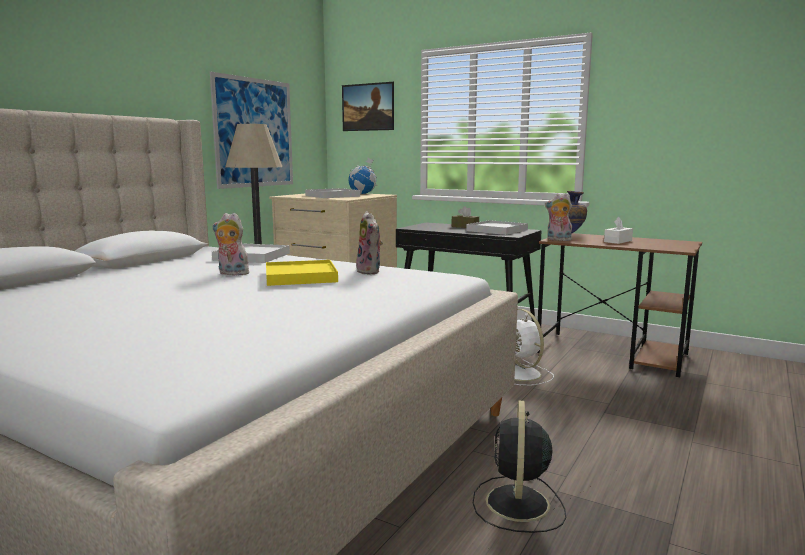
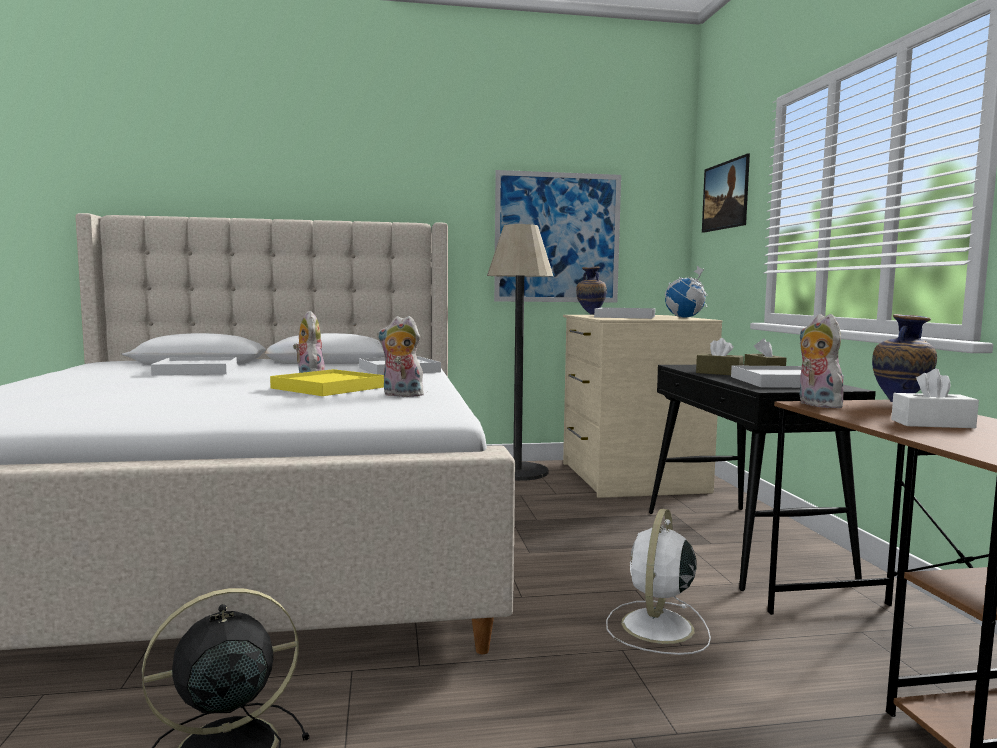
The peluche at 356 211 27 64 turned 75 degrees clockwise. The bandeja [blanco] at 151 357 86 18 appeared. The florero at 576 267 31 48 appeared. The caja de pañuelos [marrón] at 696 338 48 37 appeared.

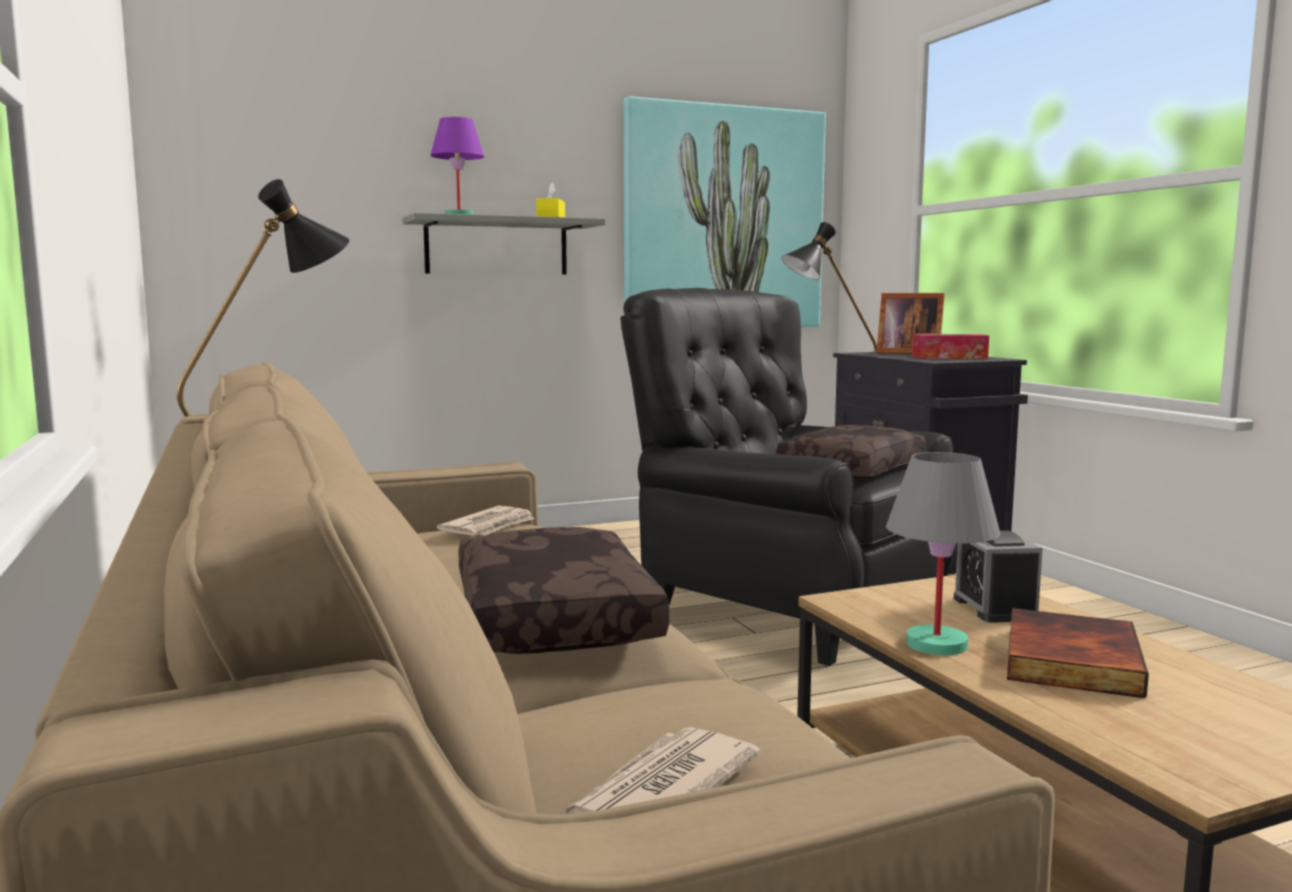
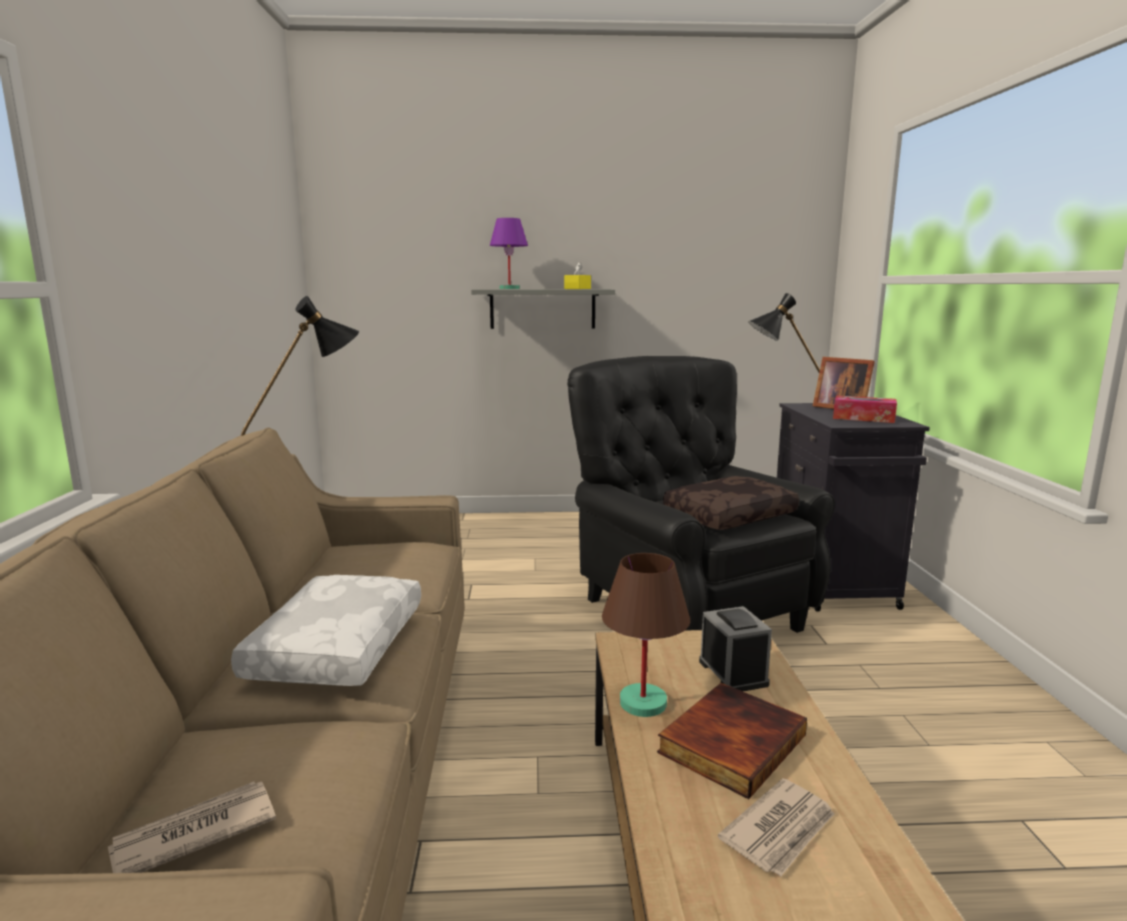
The periódico moved from 437 506 97 29 to 718 778 116 99. The cojín [marrón] at 458 527 212 127 became the cojín [blanco] at 231 575 190 111. The cuadro at 624 96 202 231 disappeared. The lámpara de mesa [gris] at 886 452 115 203 became the lámpara de mesa [marrón] at 602 553 88 164. The despertador at 953 531 90 92 turned 150 degrees clockwise.

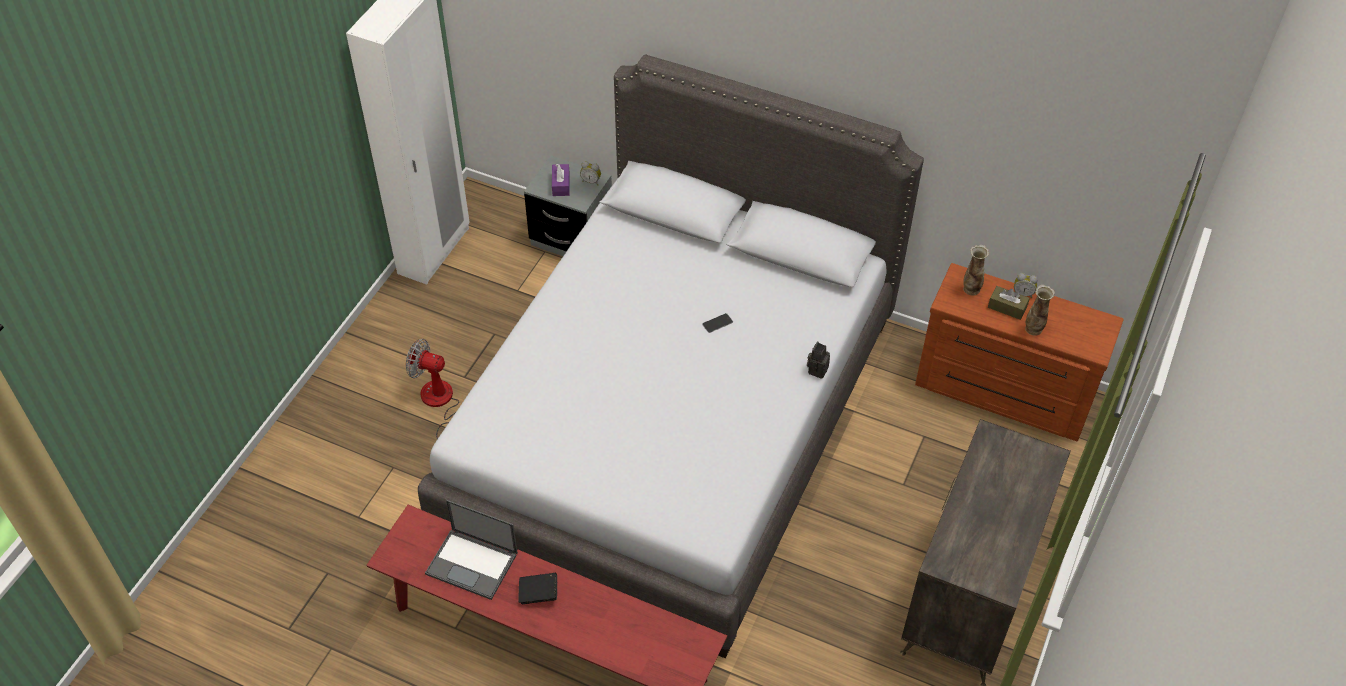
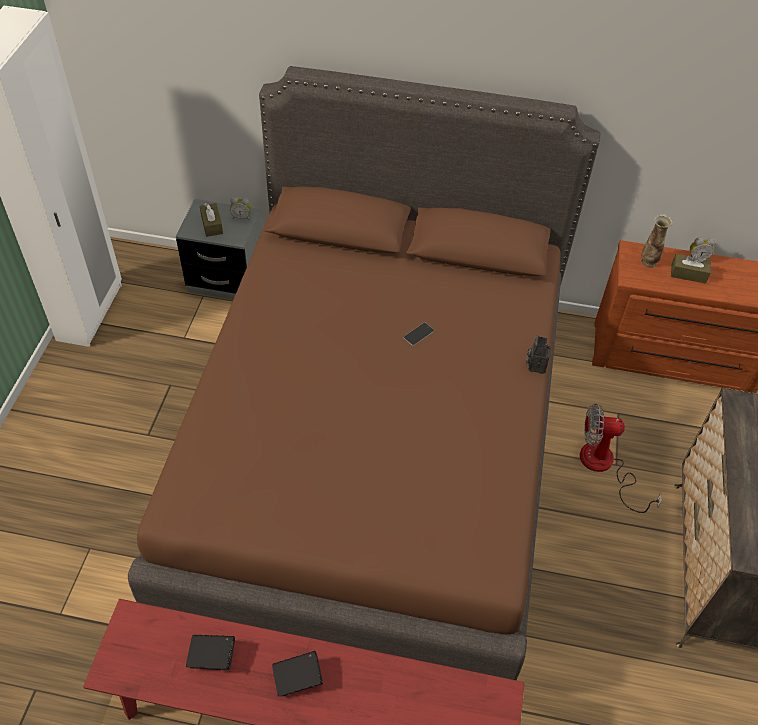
The ventilador moved from 406 339 53 100 to 580 403 82 110. The cama [gris] at 418 54 506 604 became the cama [marrón] at 128 66 472 614. The portátil at 425 500 93 100 was replaced by the libro [negro] at 186 635 49 35. The caja de pañuelos [morado] at 552 164 18 32 became the caja de pañuelos [marrón] at 200 203 23 34. The florero at 1025 285 30 51 disappeared.

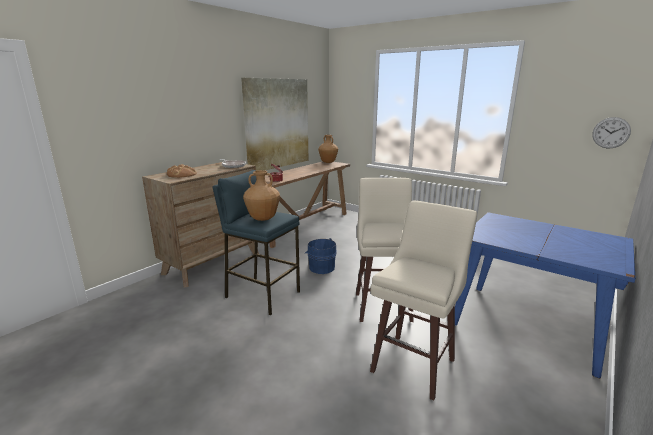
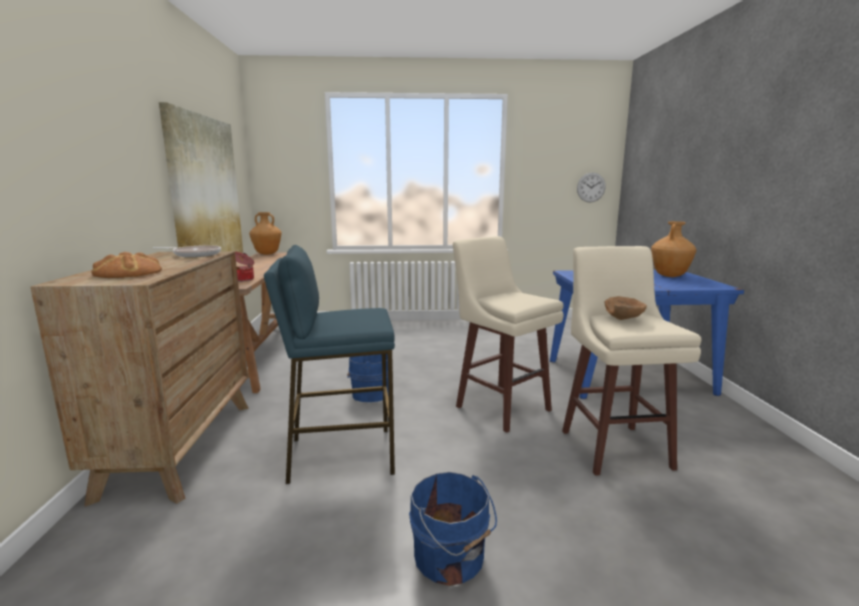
The florero [marrón] moved from 243 170 37 51 to 651 221 45 56. The cubo [azul] at 409 472 88 114 appeared. The cuenco [marrón] at 604 296 43 24 appeared.

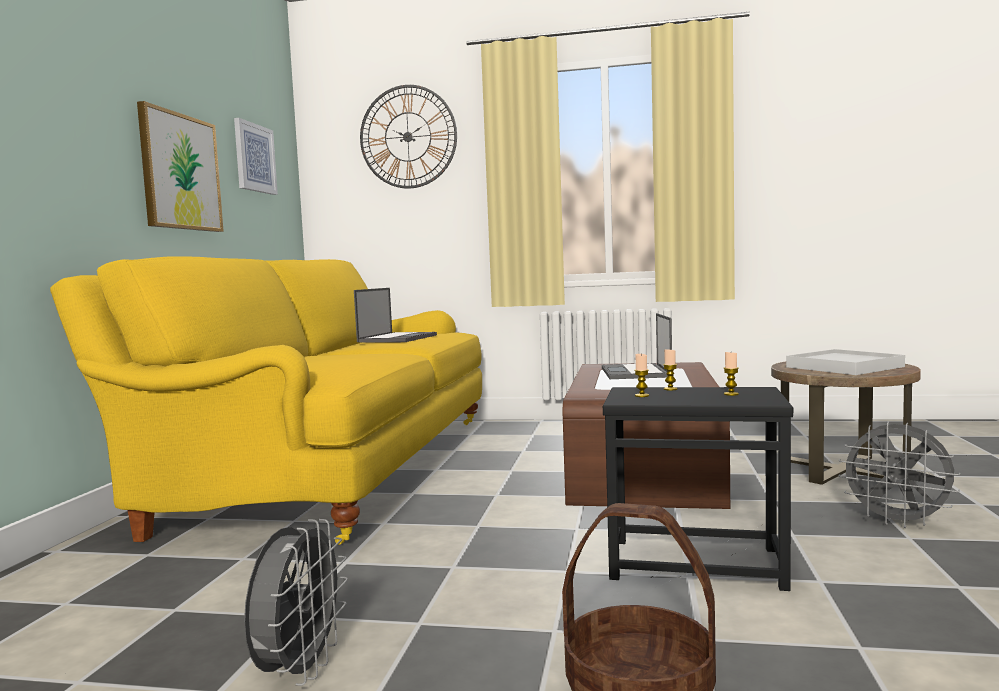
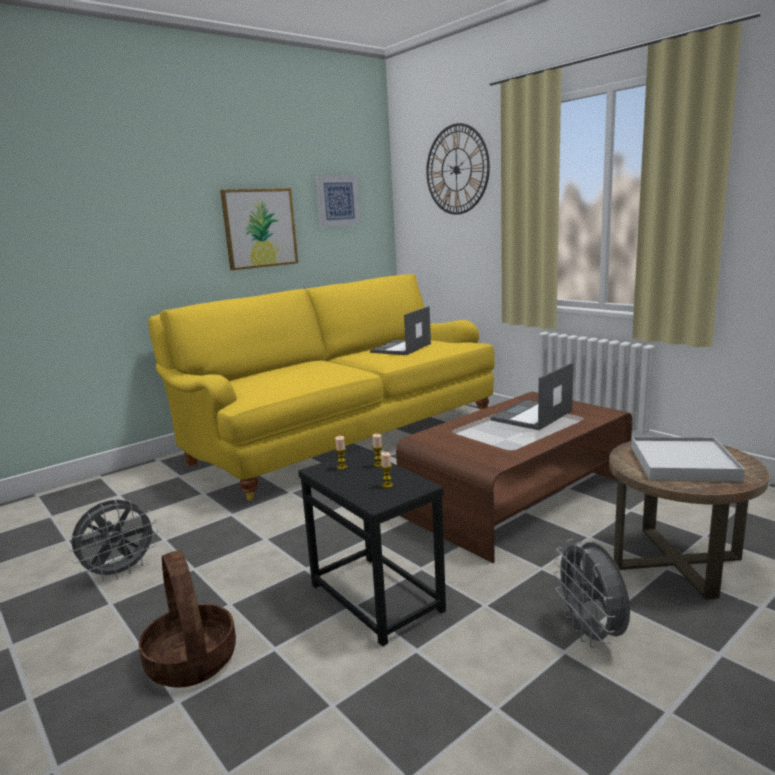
The portátil at 354 288 83 55 turned 150 degrees clockwise.

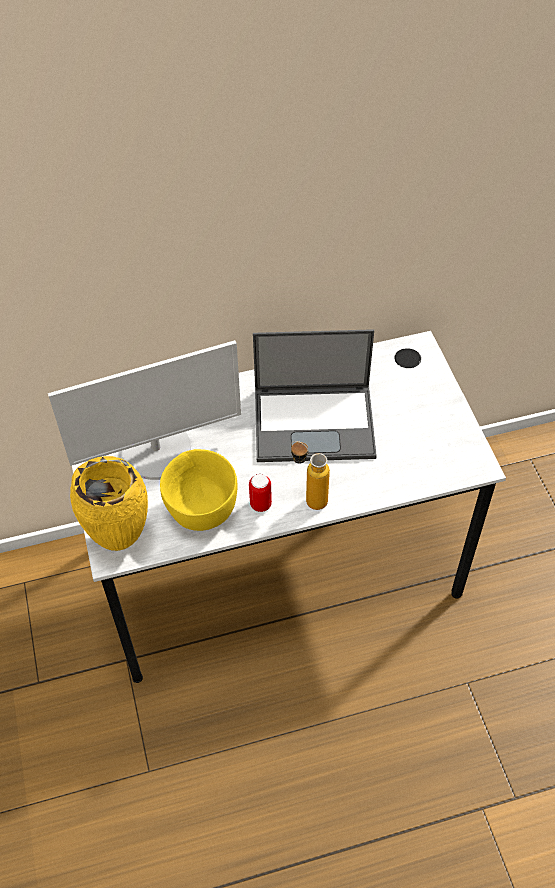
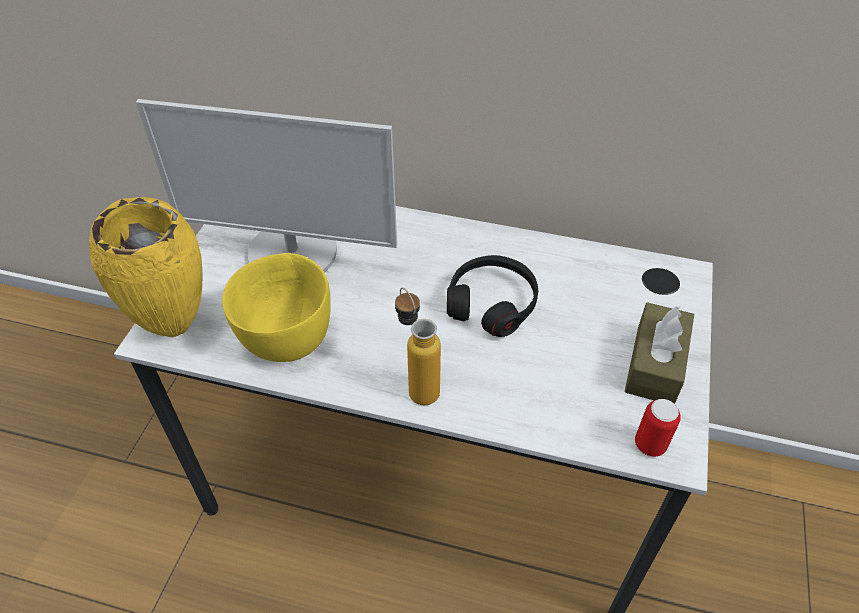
The lata moved from 249 474 23 38 to 635 399 46 58. The portátil at 253 329 124 133 was replaced by the auriculares [negro] at 447 255 91 82. The caja de pañuelos [marrón] at 625 302 69 102 appeared.

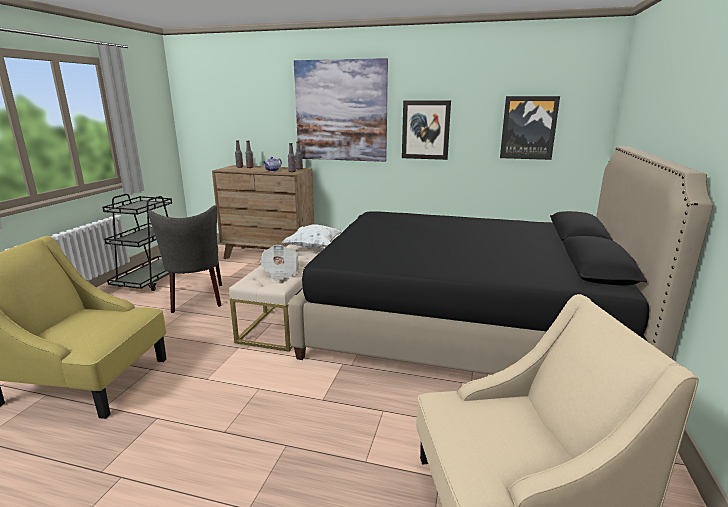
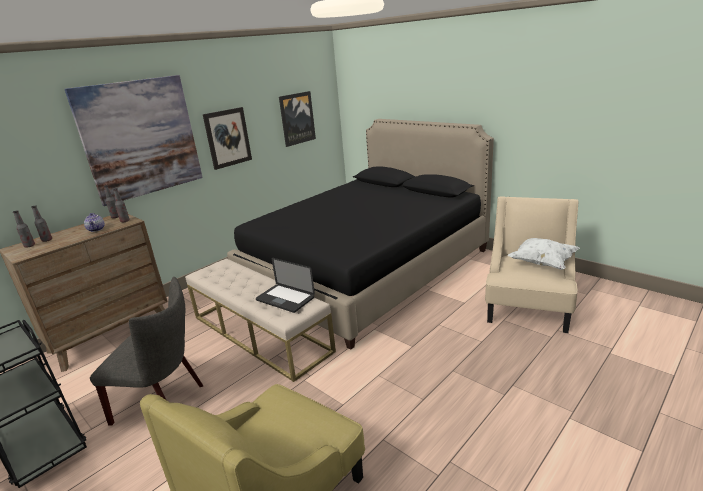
The periódico at 260 245 39 36 was replaced by the portátil at 256 258 59 55. The cojín [blanco] moved from 282 224 61 24 to 507 238 73 32.

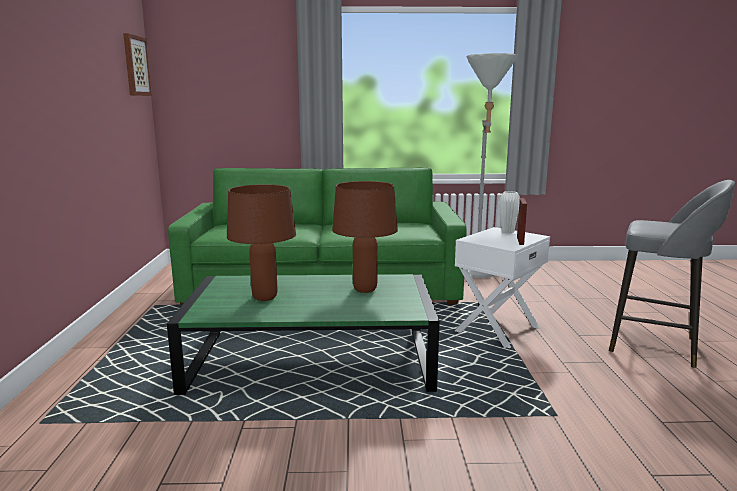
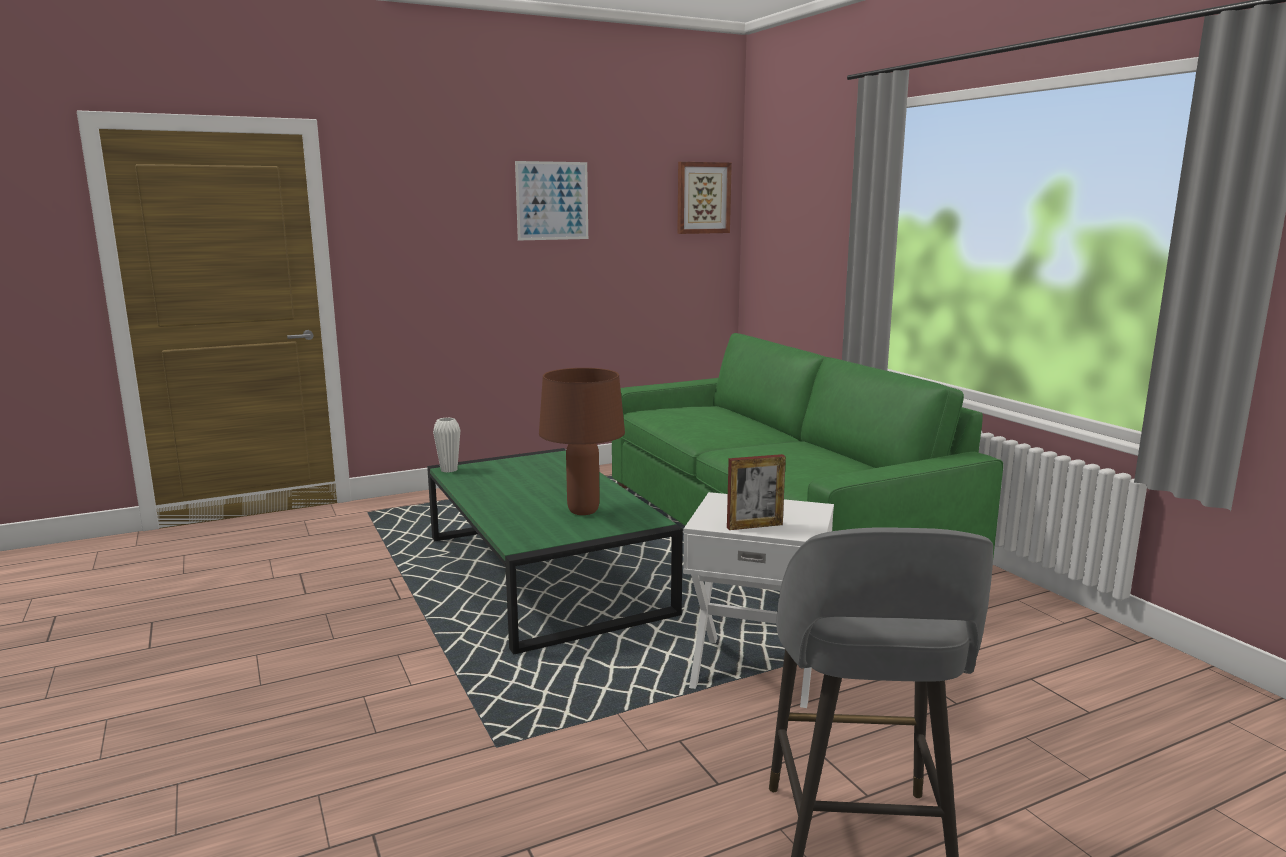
The lámpara de mesa [marrón] at 227 184 69 117 disappeared. The lámpara de pie [gris] at 466 53 52 225 disappeared. The florero [blanco] moved from 500 191 20 42 to 433 418 27 55. The cuadro at 515 161 73 80 appeared.

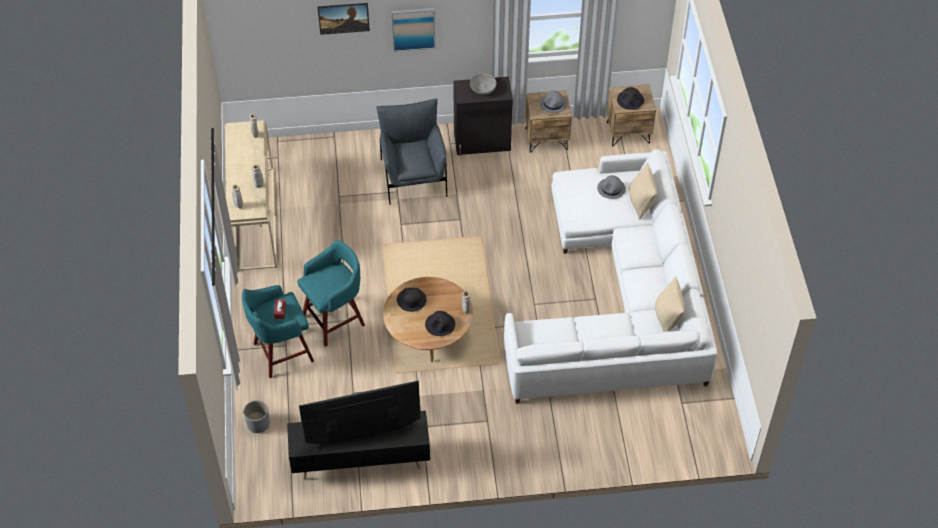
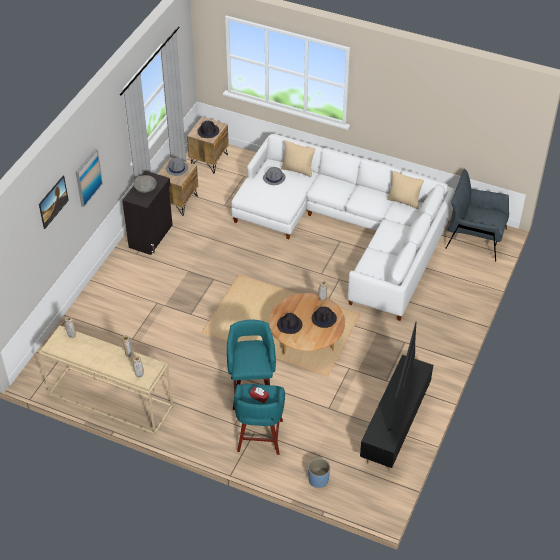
The maceta [gris] at 243 400 27 33 became the maceta [azul] at 308 458 22 30. The sillón [gris] moved from 376 99 71 106 to 445 169 64 93.

